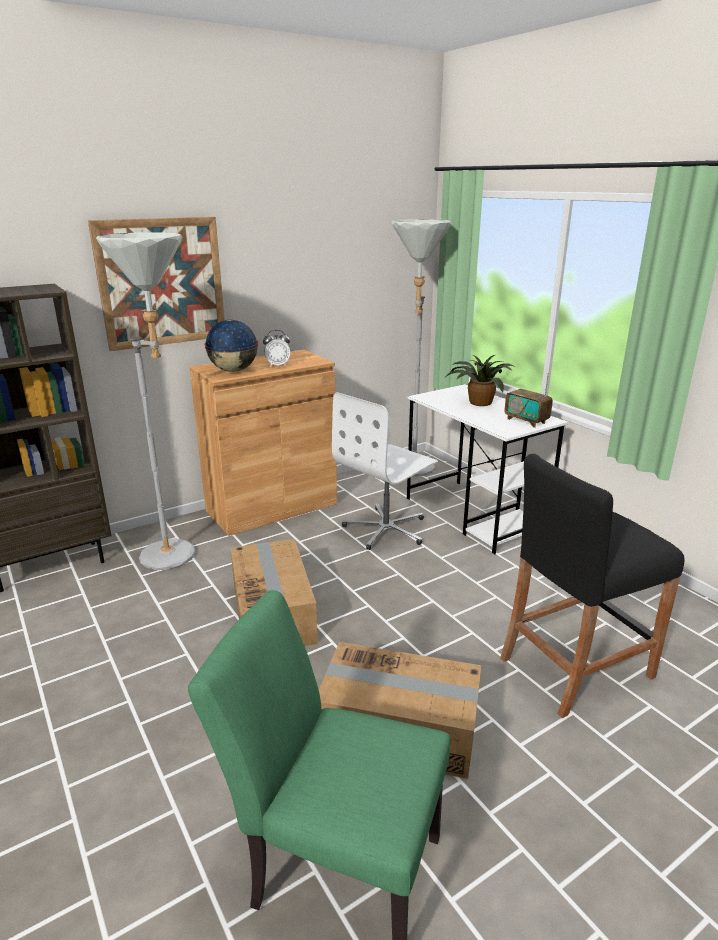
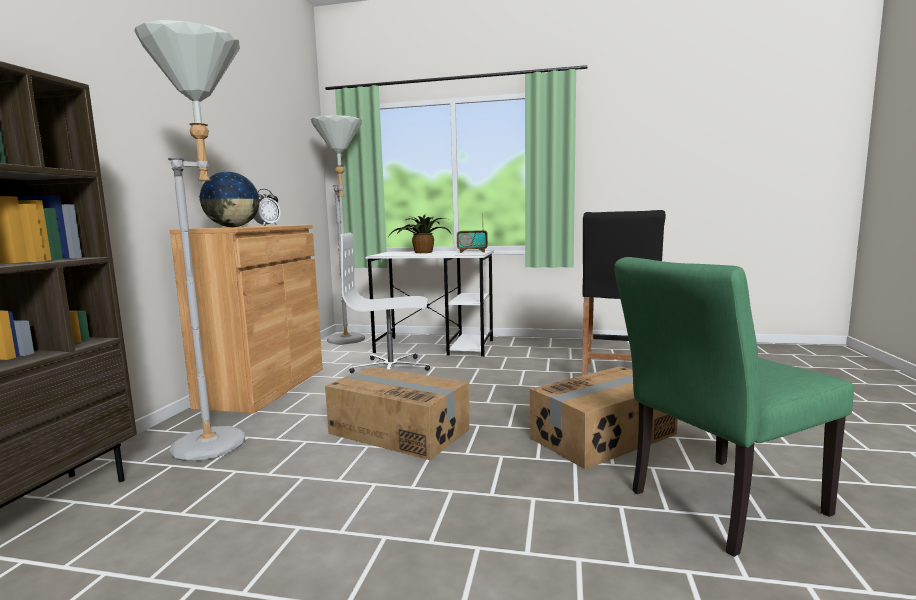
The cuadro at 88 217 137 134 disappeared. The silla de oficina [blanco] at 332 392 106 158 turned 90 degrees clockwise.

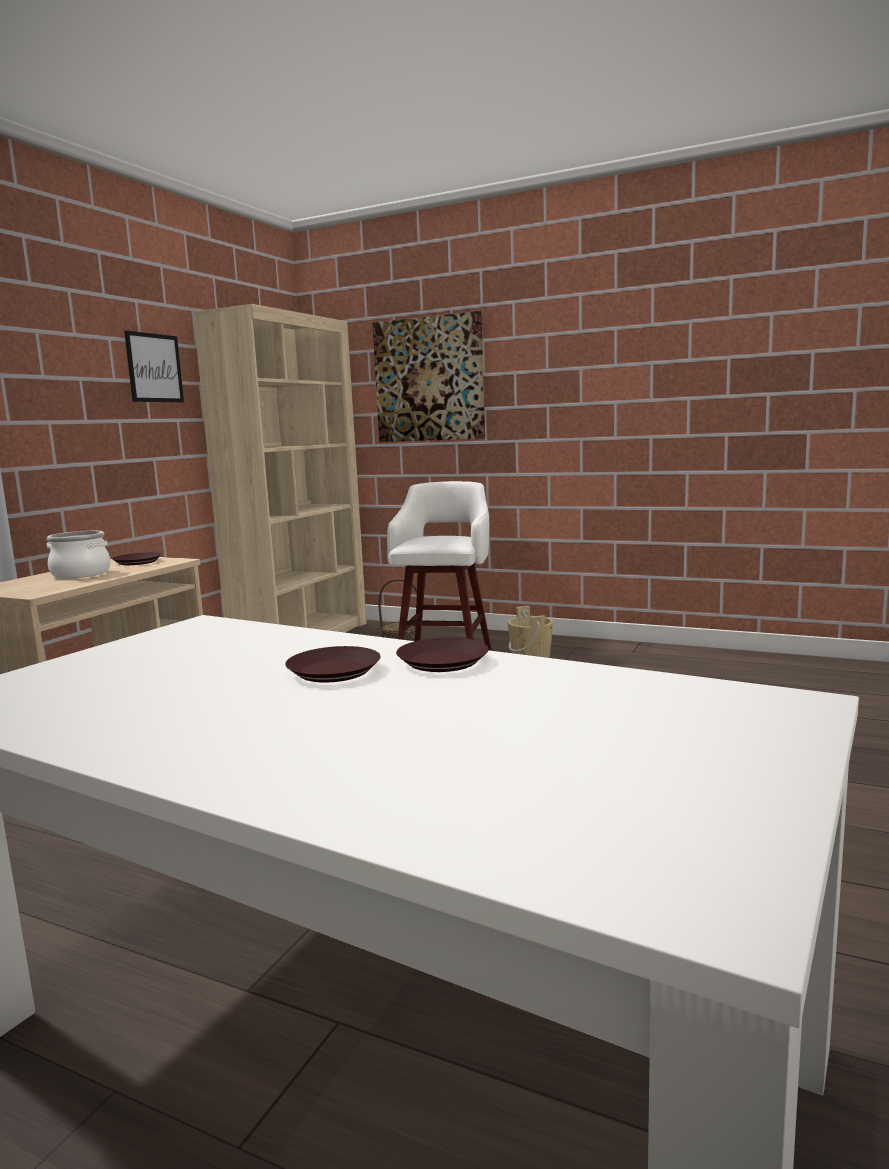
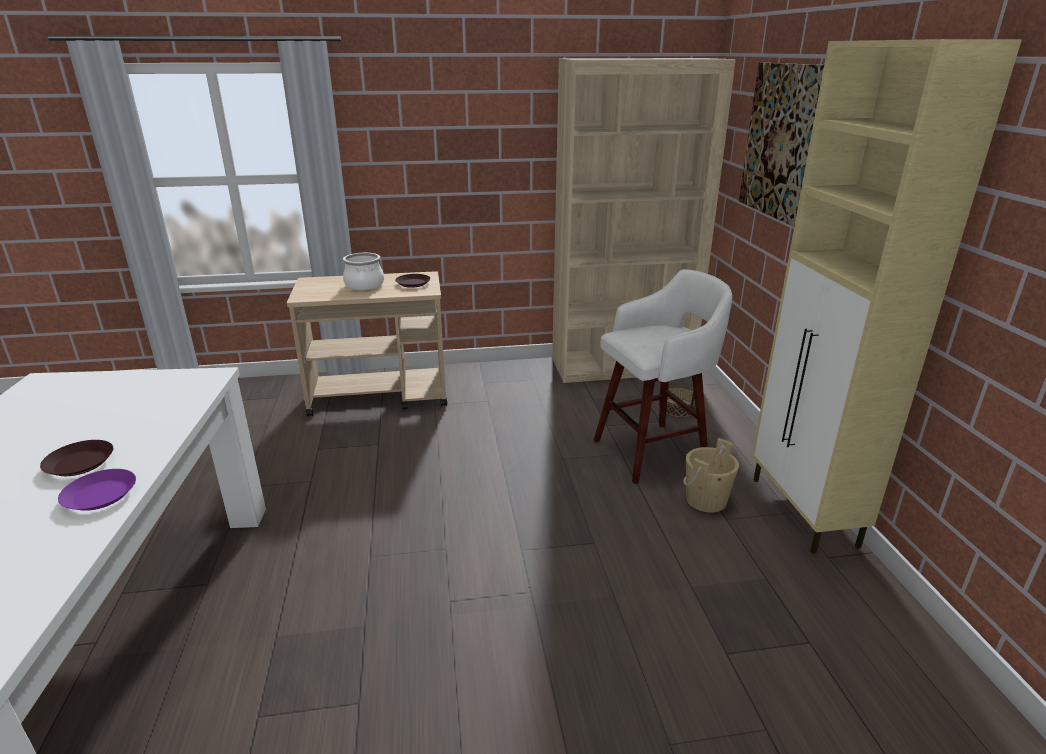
The cuadro at 124 331 60 71 disappeared. The plato [marrón] at 396 637 93 35 became the plato [morado] at 58 469 78 42. The armario [beis] at 752 39 270 515 appeared.

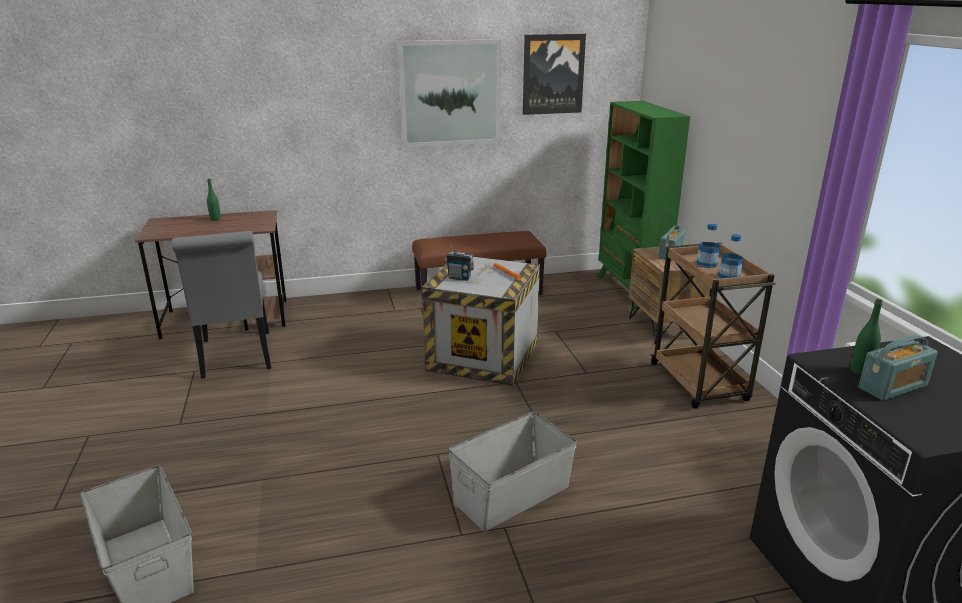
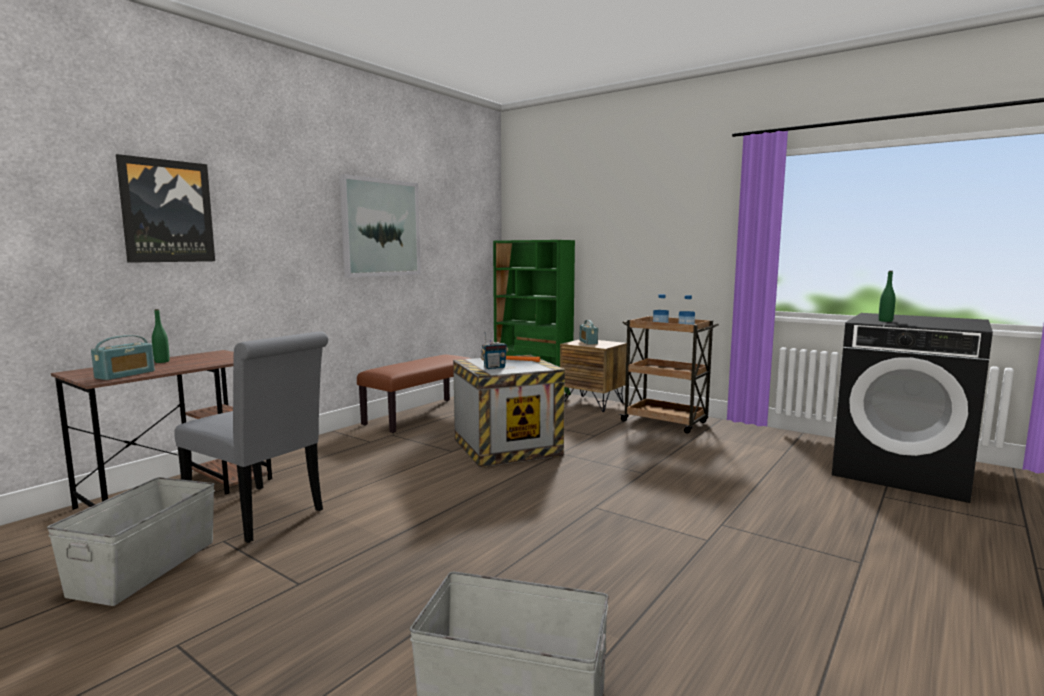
The caja de almacenaje [gris] moved from 448 412 129 119 to 47 477 168 129. The cuadro moved from 523 34 63 81 to 116 154 99 109. The radio moved from 858 335 80 66 to 91 335 64 45.

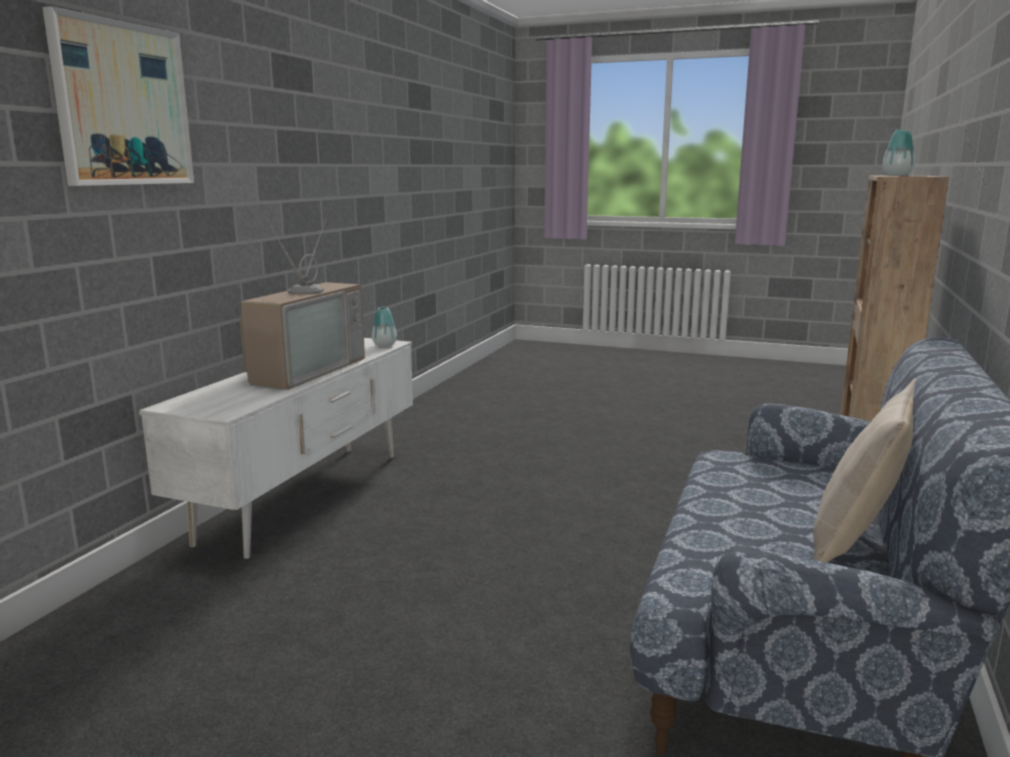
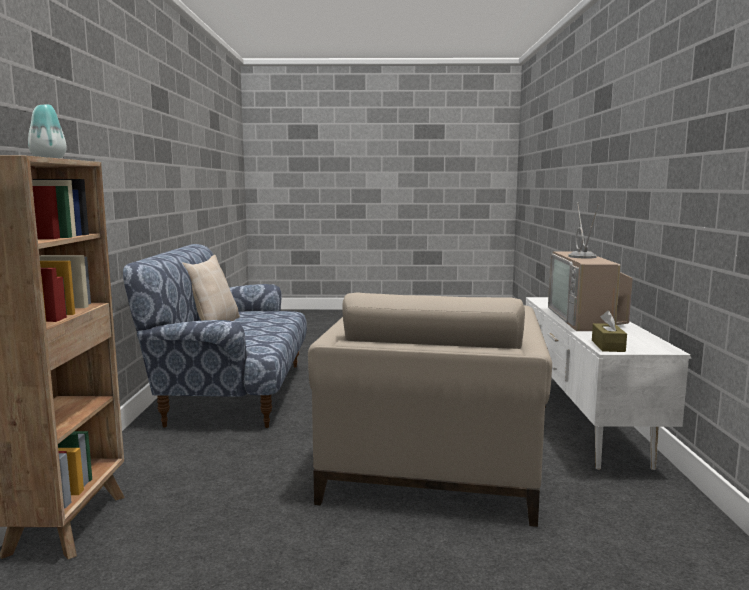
The cuadro at 42 6 152 180 disappeared. The florero at 372 307 25 40 was replaced by the caja de pañuelos [marrón] at 592 311 35 41. The sillón [beis] at 308 292 244 235 appeared.

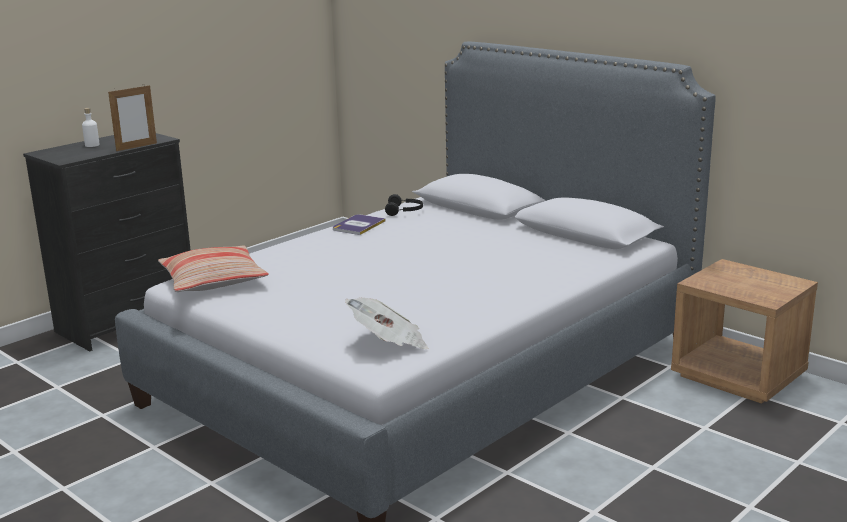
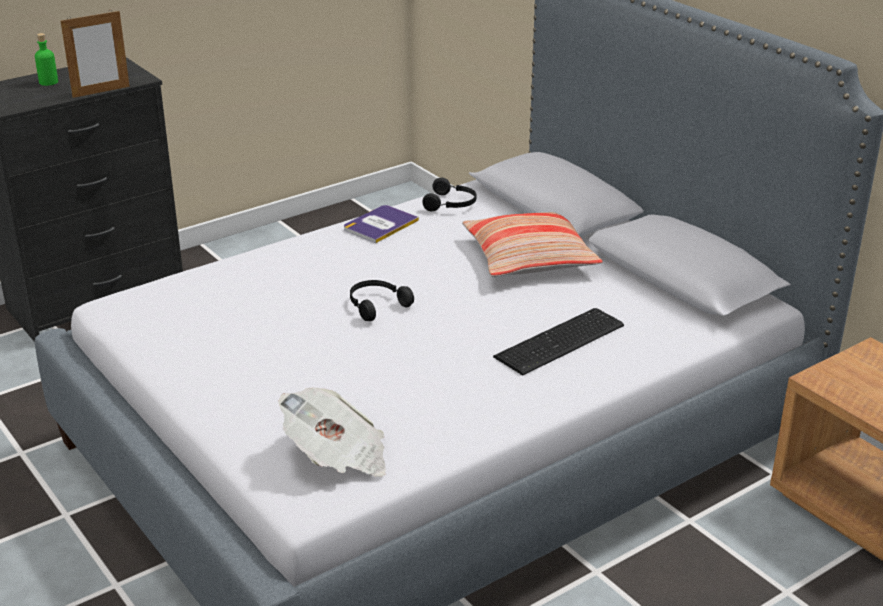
The botella [blanco] at 82 108 18 39 became the botella [verde] at 35 33 23 53. The cojín moved from 158 245 111 47 to 462 212 141 65. The auriculares [negro] at 350 280 64 41 appeared. The teclado at 493 308 131 68 appeared.

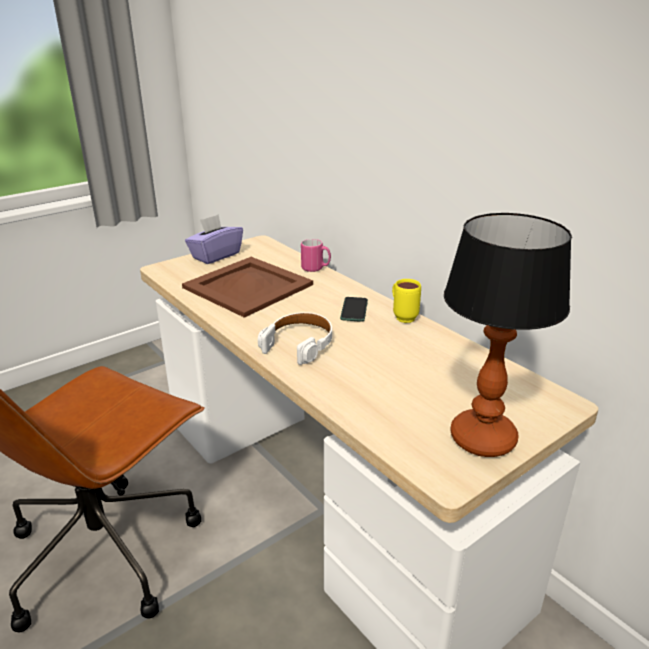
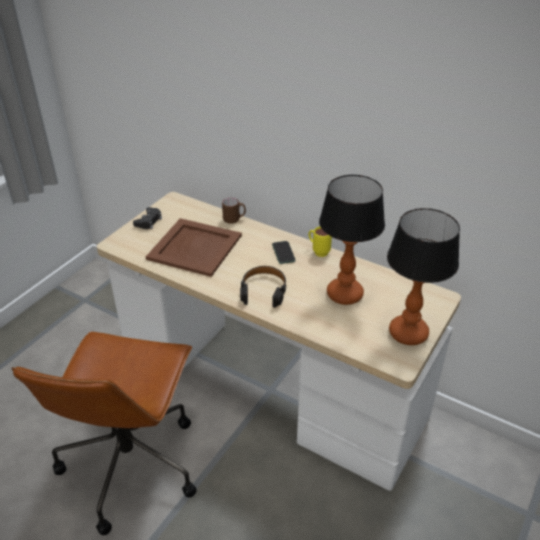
The caja de pañuelos [morado] at 185 214 58 50 was replaced by the mando de consola [negro] at 133 207 29 22. The auriculares [blanco] at 258 312 74 53 became the auriculares [negro] at 240 266 47 42. The taza grande [rosa] at 301 239 30 33 became the taza grande [marrón] at 222 198 24 26. The lámpara de mesa at 319 175 66 130 appeared.

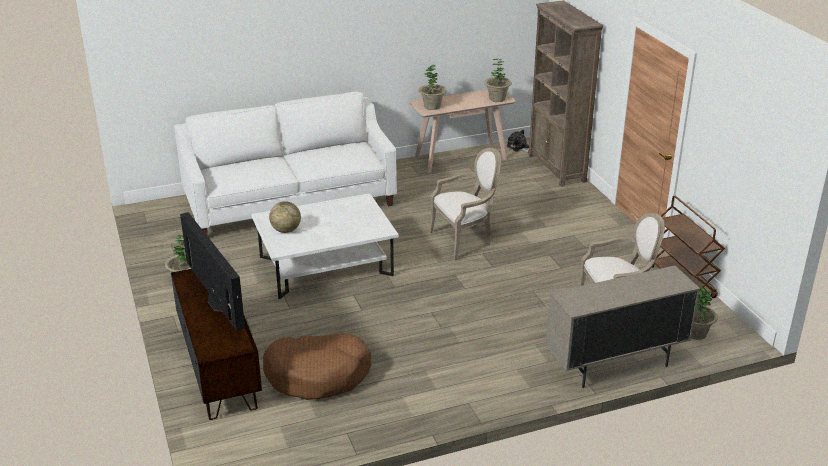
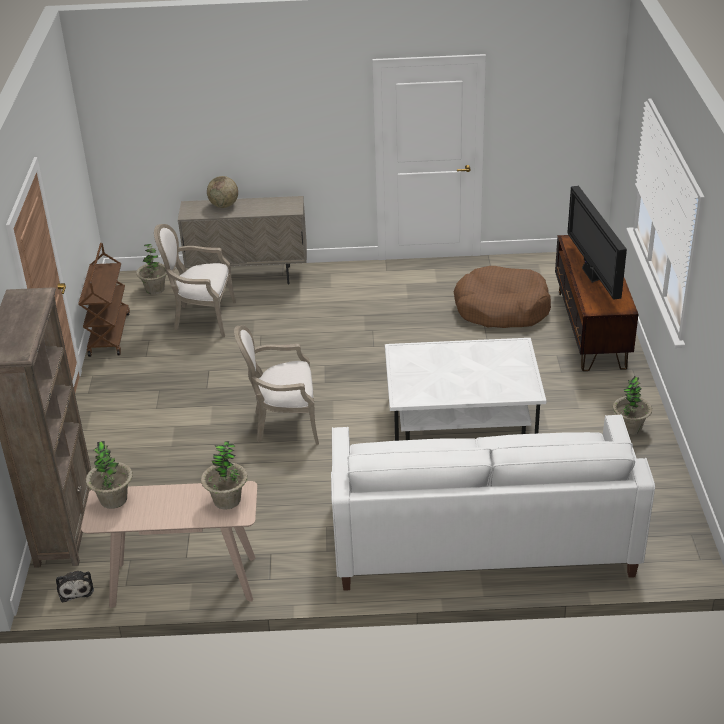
The globo terráqueo moved from 269 201 32 32 to 207 176 31 32.

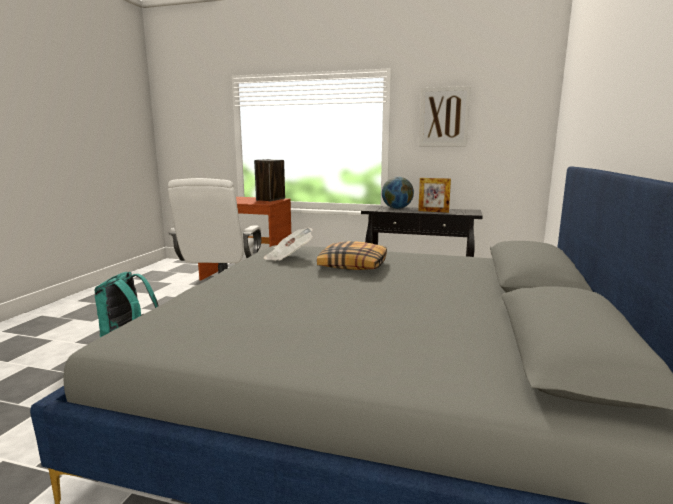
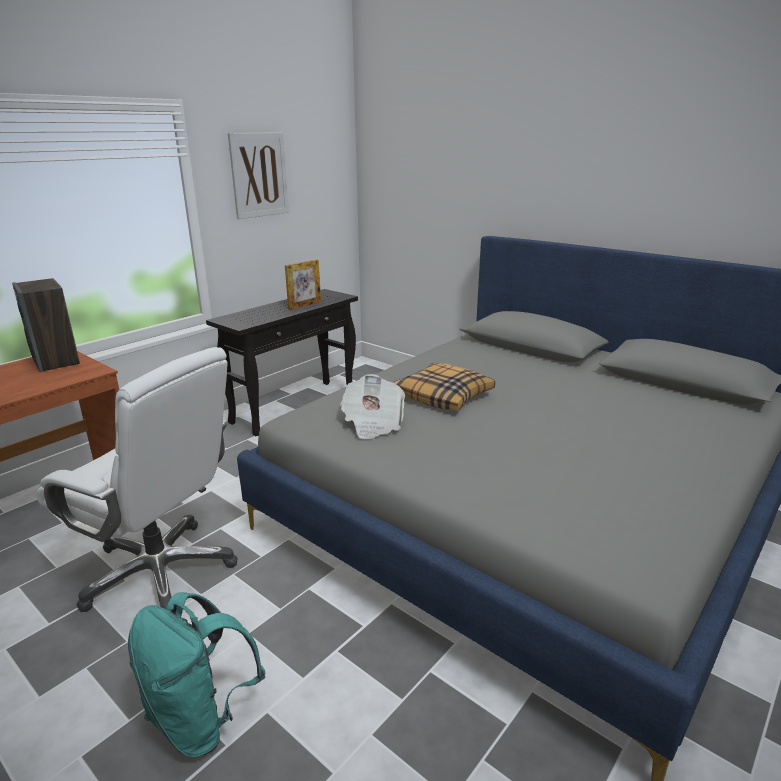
The globo terráqueo at 382 177 32 32 disappeared.

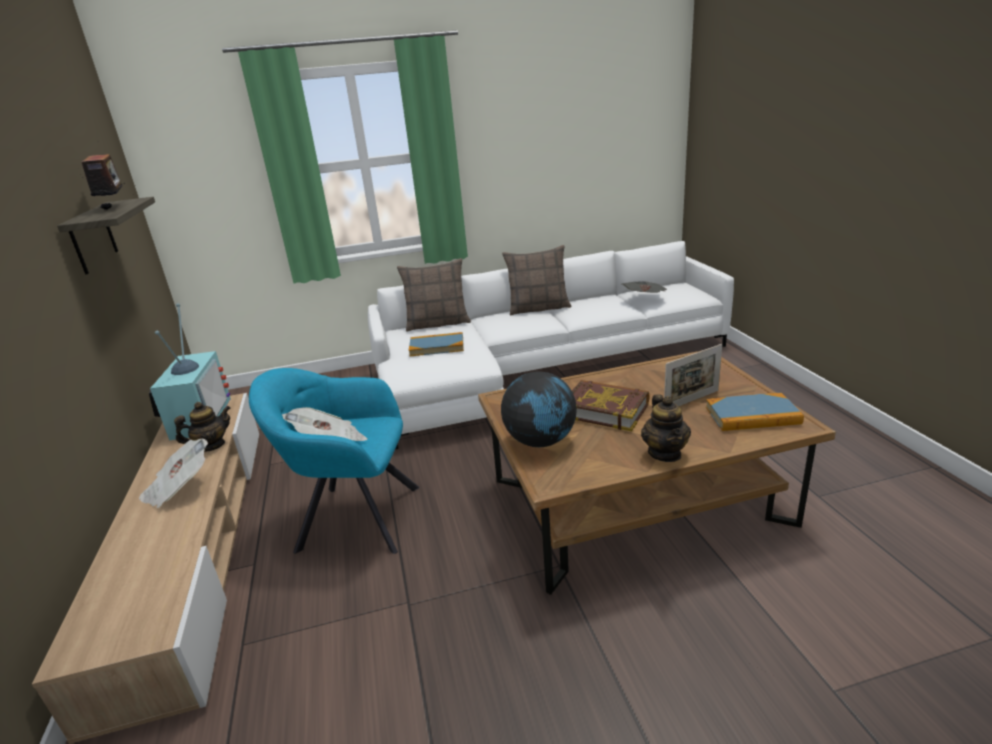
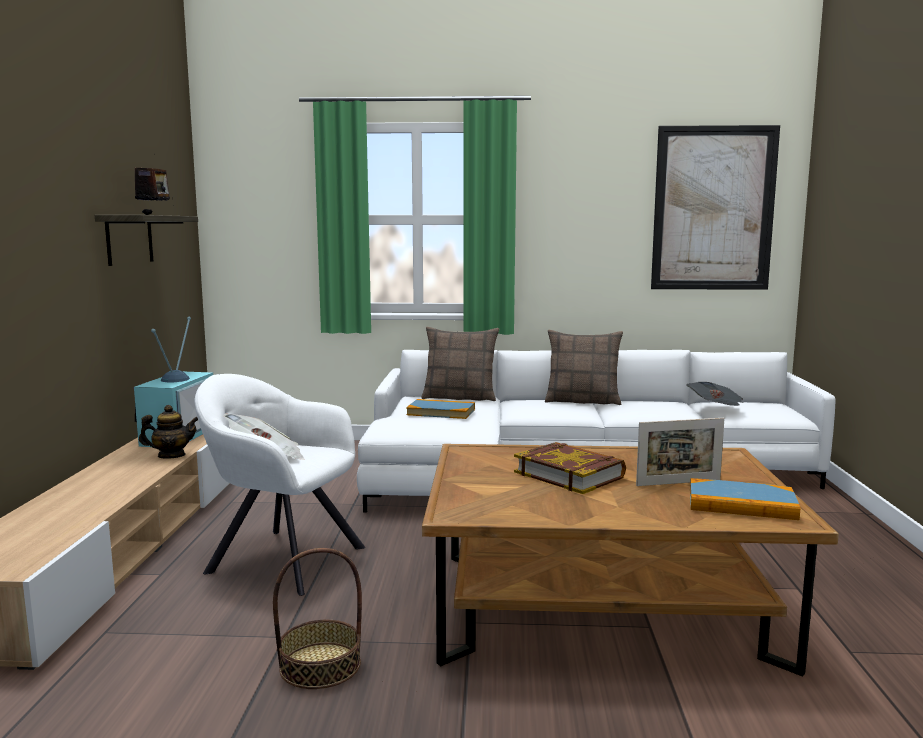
The periódico at 139 439 69 69 disappeared. The sillón [turquesa] at 249 368 170 186 became the sillón [blanco] at 195 374 170 222. The globo terráqueo at 501 372 76 75 disappeared. The tetera at 641 394 50 68 disappeared. The cesta at 273 548 89 141 appeared. The cuadro at 651 125 129 165 appeared.

